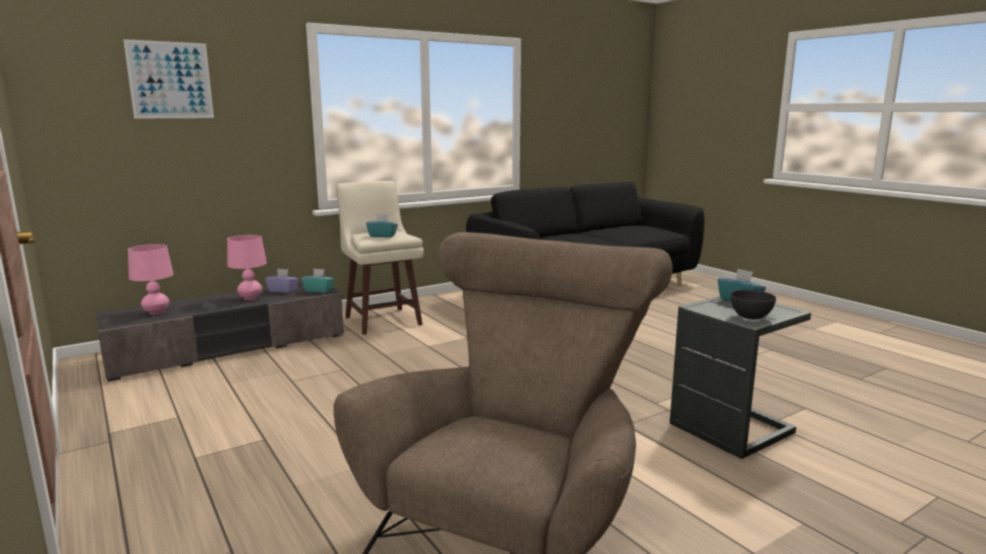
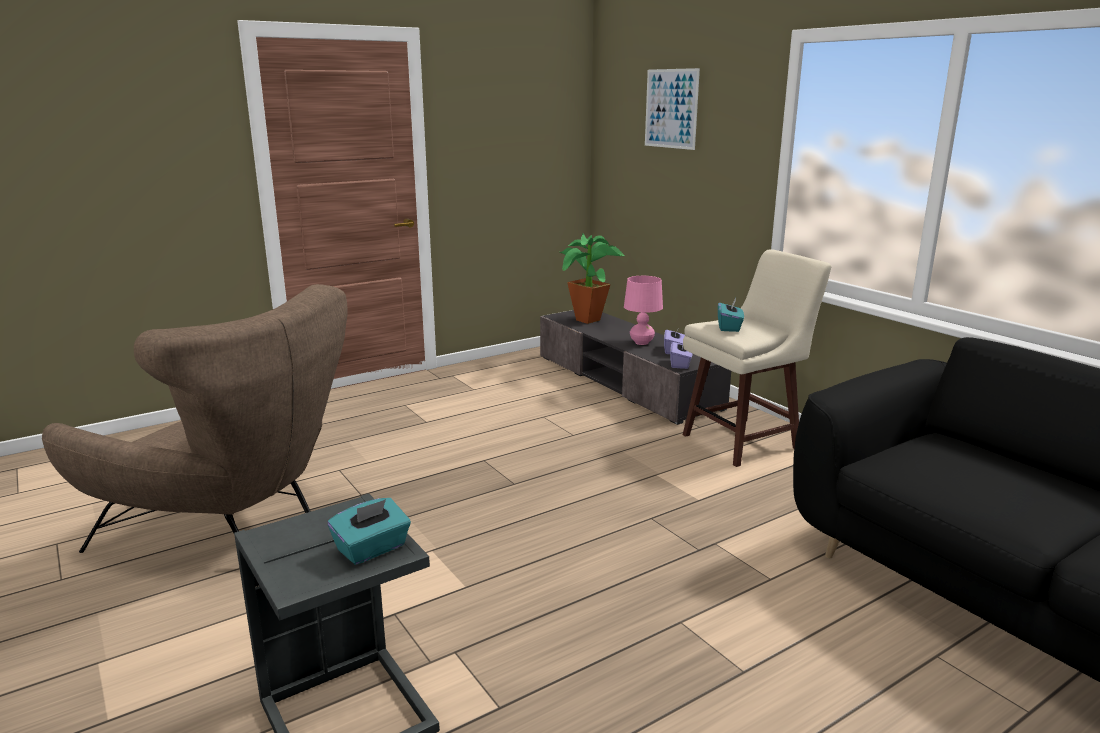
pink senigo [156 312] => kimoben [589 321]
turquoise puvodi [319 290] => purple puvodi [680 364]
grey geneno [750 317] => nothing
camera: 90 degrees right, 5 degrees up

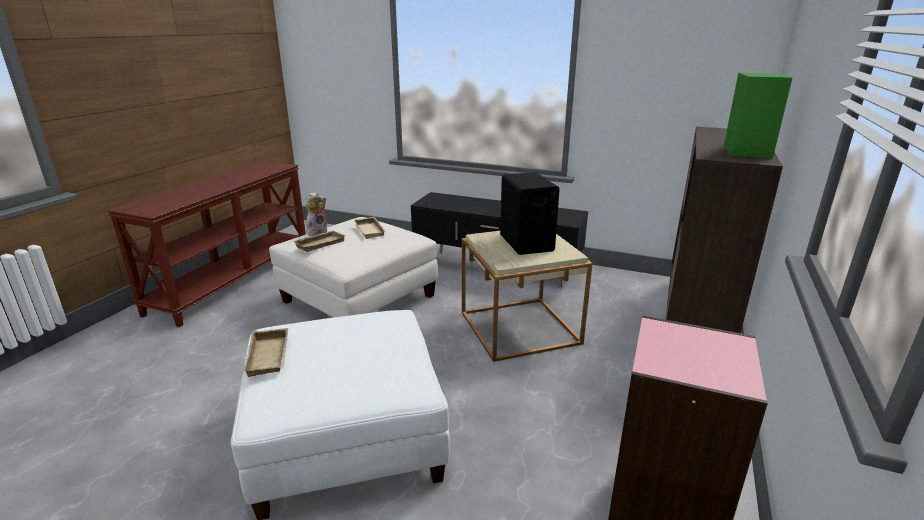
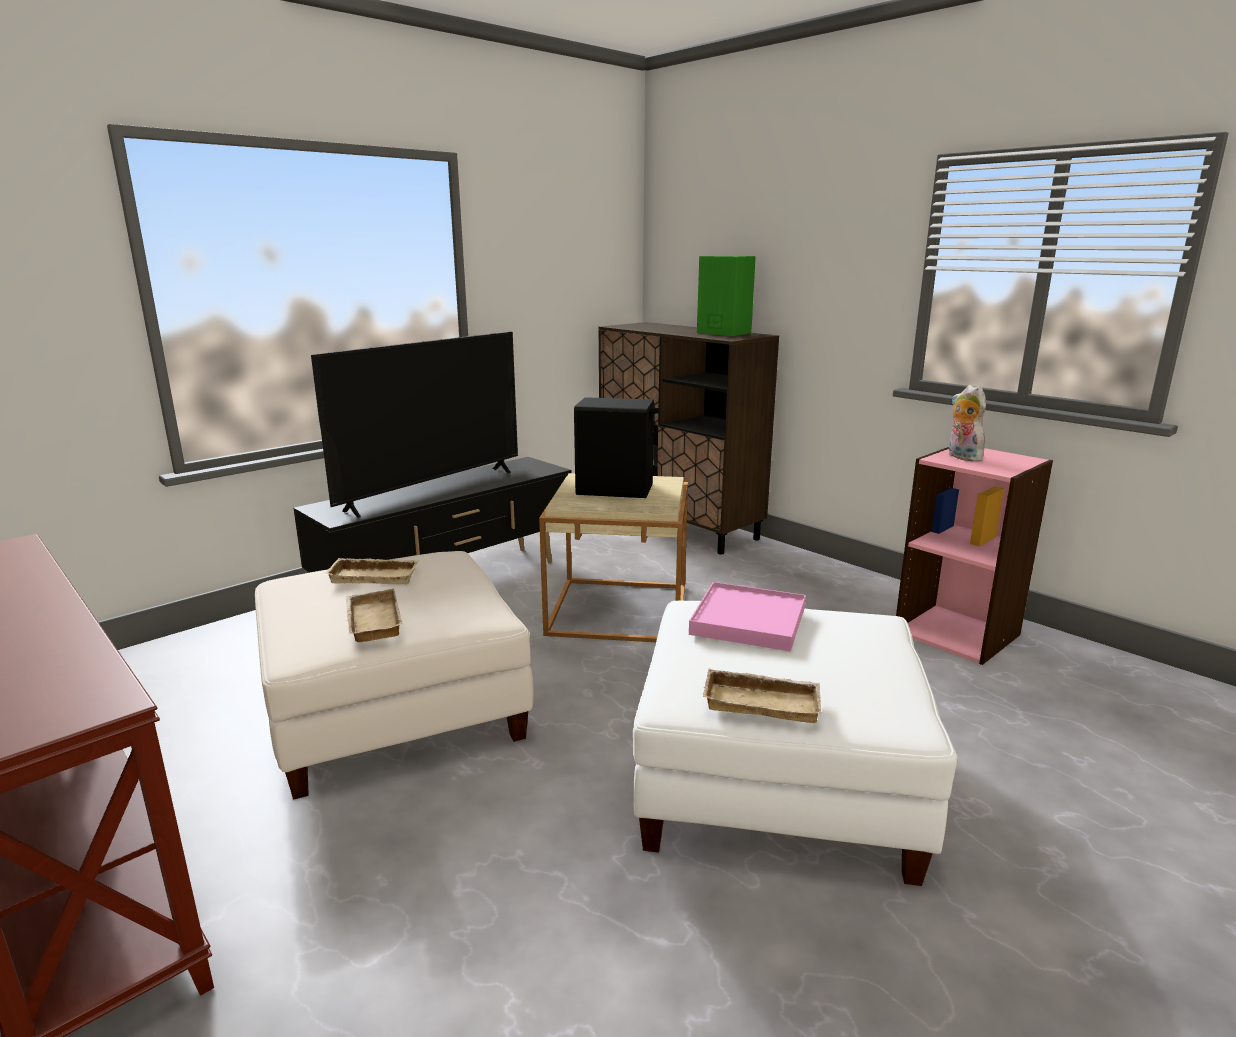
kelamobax [317 232] => kelamobax [961 457], move
nothing => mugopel [432 490]
nothing => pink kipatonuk [749 621]
camera: 65 degrees left, 5 degrees down

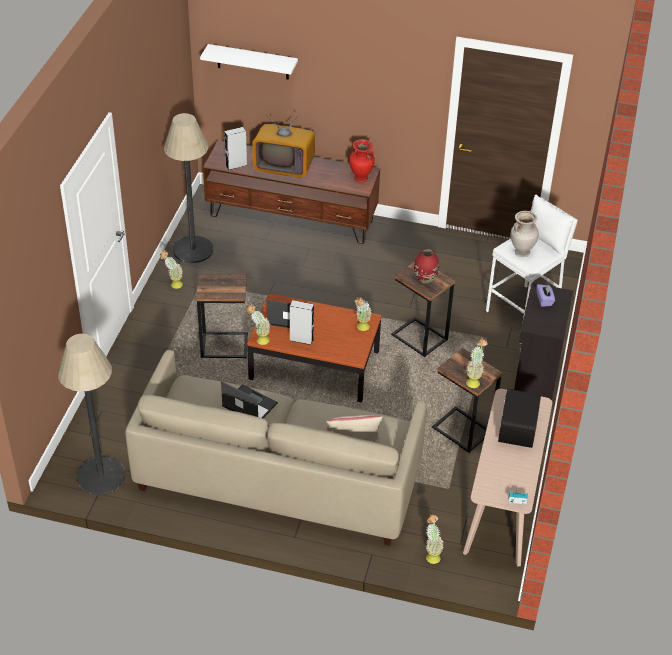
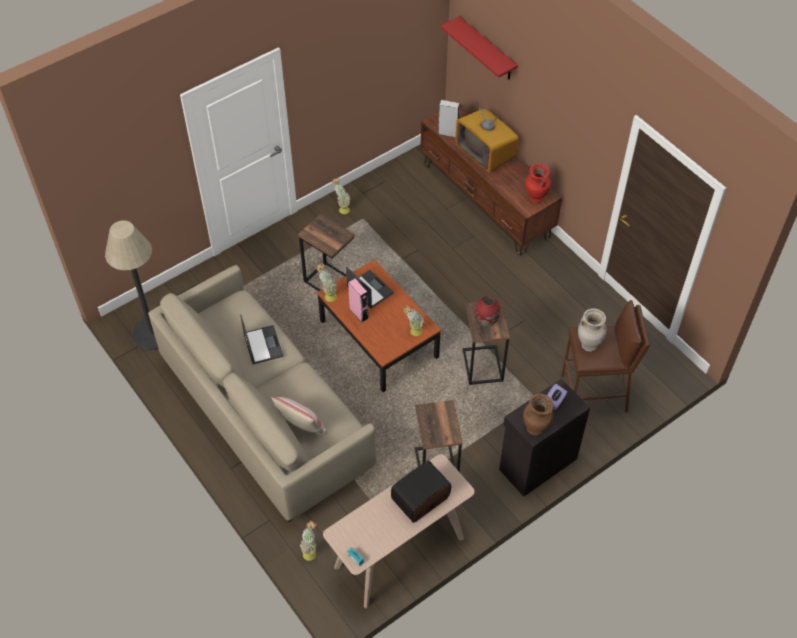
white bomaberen [253 62] => red bomaberen [487 49]
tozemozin [193 250] => nothing
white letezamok [523 310] => brown letezamok [594 394]
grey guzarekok [301 339] => pink guzarekok [359 314]
kimoben [474 380] => nothing
nothing => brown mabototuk [535 429]
camera: 40 degrees right, 10 degrees up

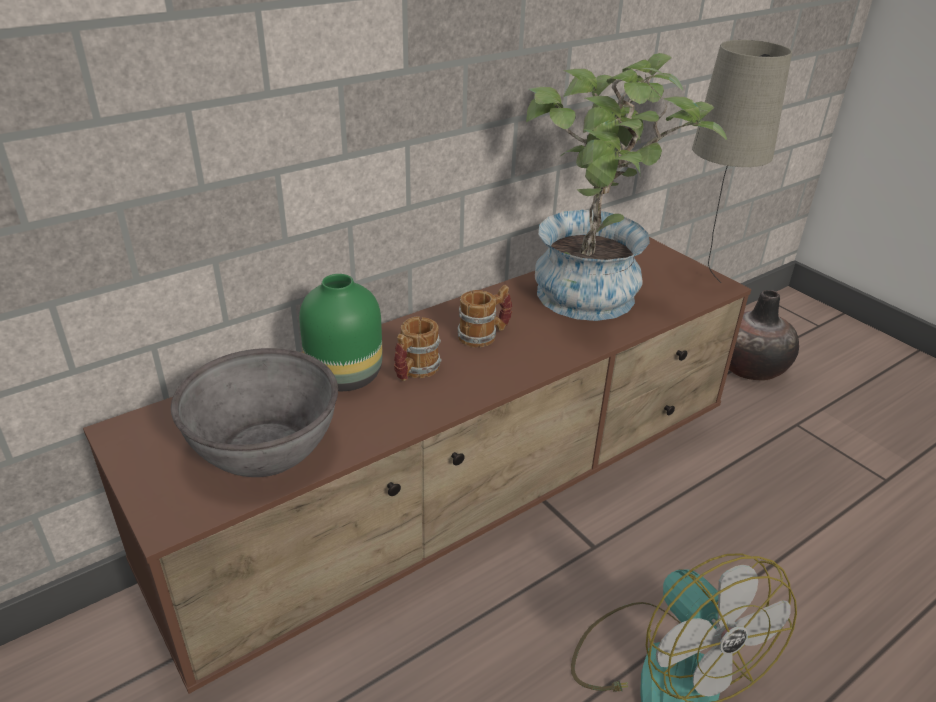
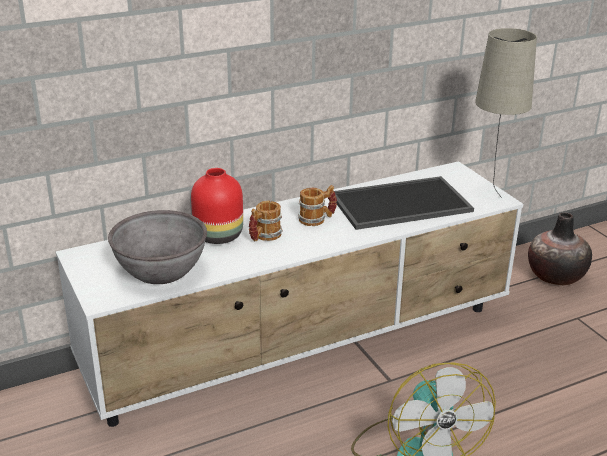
kimoben [591 302] => kipatonuk [400 204]
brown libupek [465 506] => white libupek [304 347]
green mabototuk [342 376] => red mabototuk [217 236]
camera: 10 degrees right, 5 degrees down

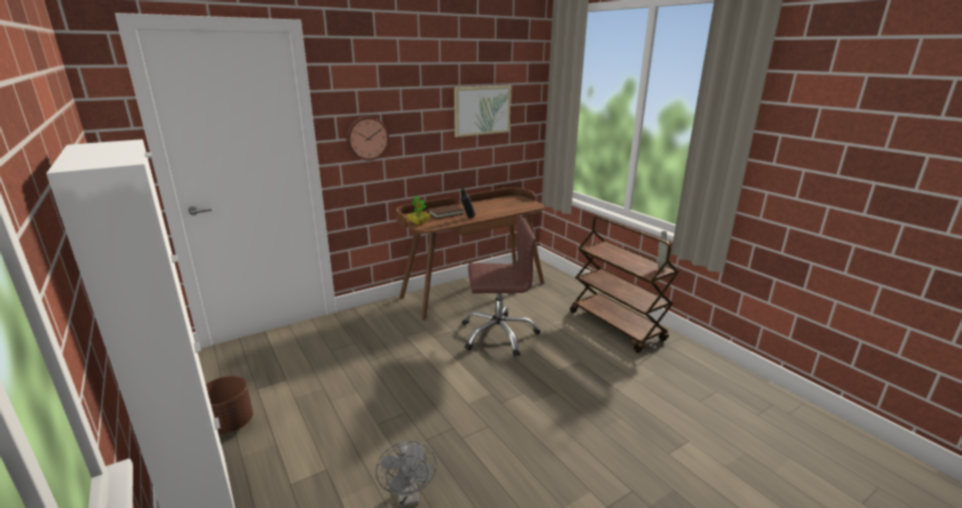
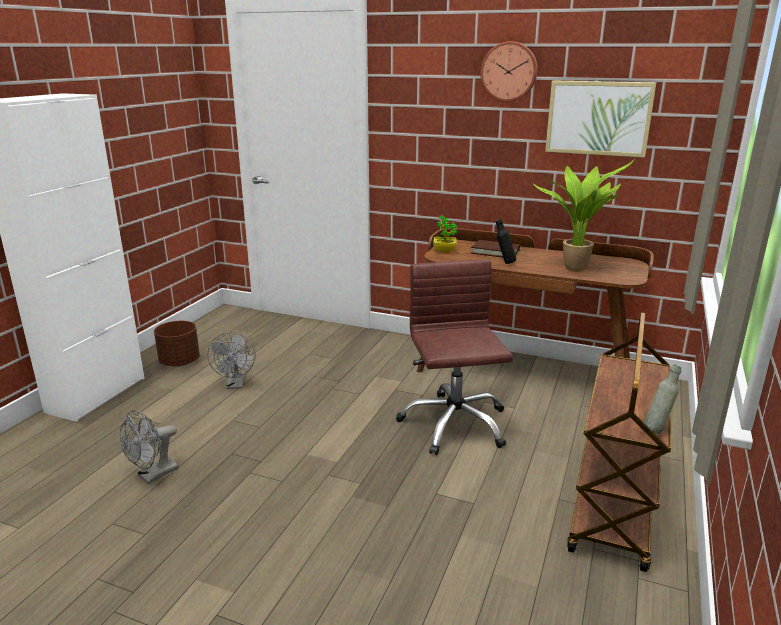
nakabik [367 138] => nakabik [509 71], move
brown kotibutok [498 334] => brown kotibutok [453 424], 150 degrees counterclockwise
nothing => kimoben [576 268]
nothing => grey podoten [236 385]
camera: 55 degrees right, 0 degrees up

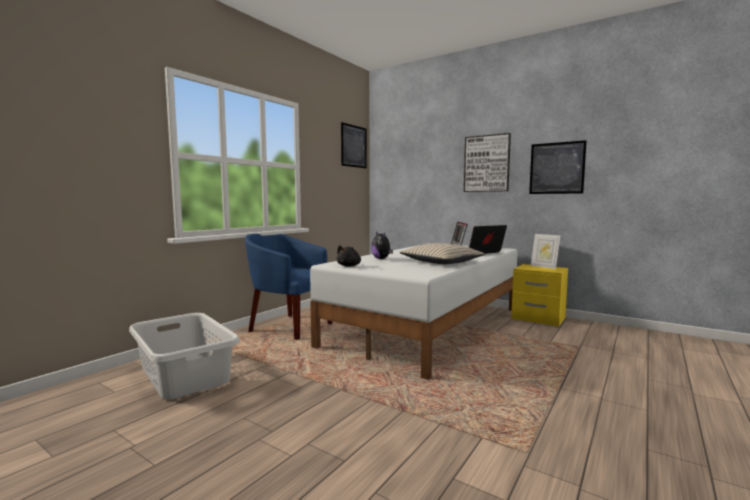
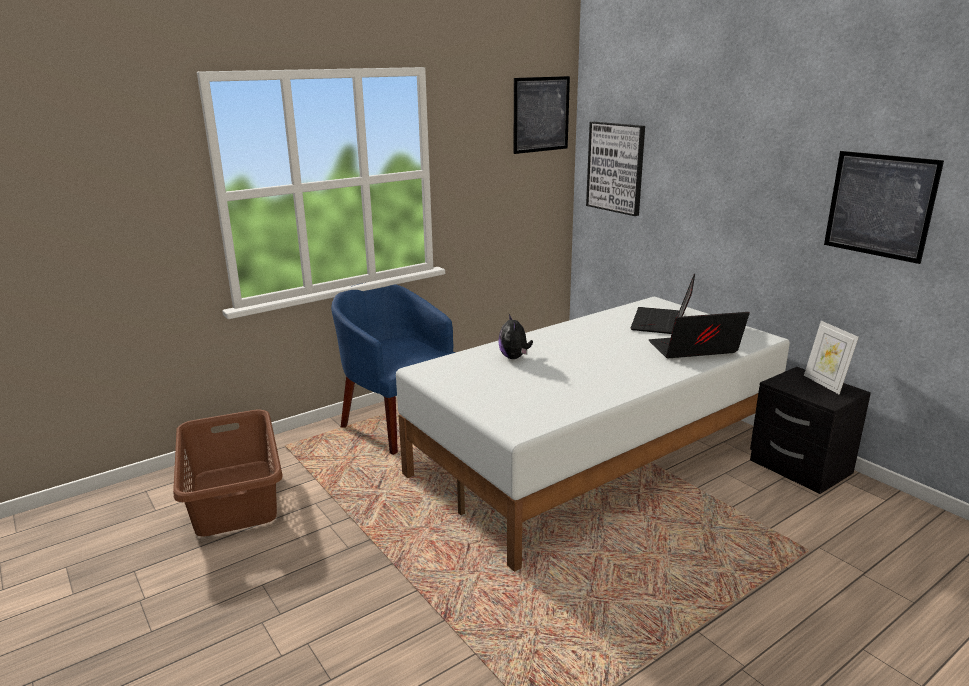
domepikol [487 163] => domepikol [616 167], move
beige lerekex [441 262] => nothing
black kelamobax [349 266] => nothing
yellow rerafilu [538 318] => black rerafilu [799 467]
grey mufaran [185 374] => brown mufaran [235 496]
camera: 20 degrees right, 15 degrees up

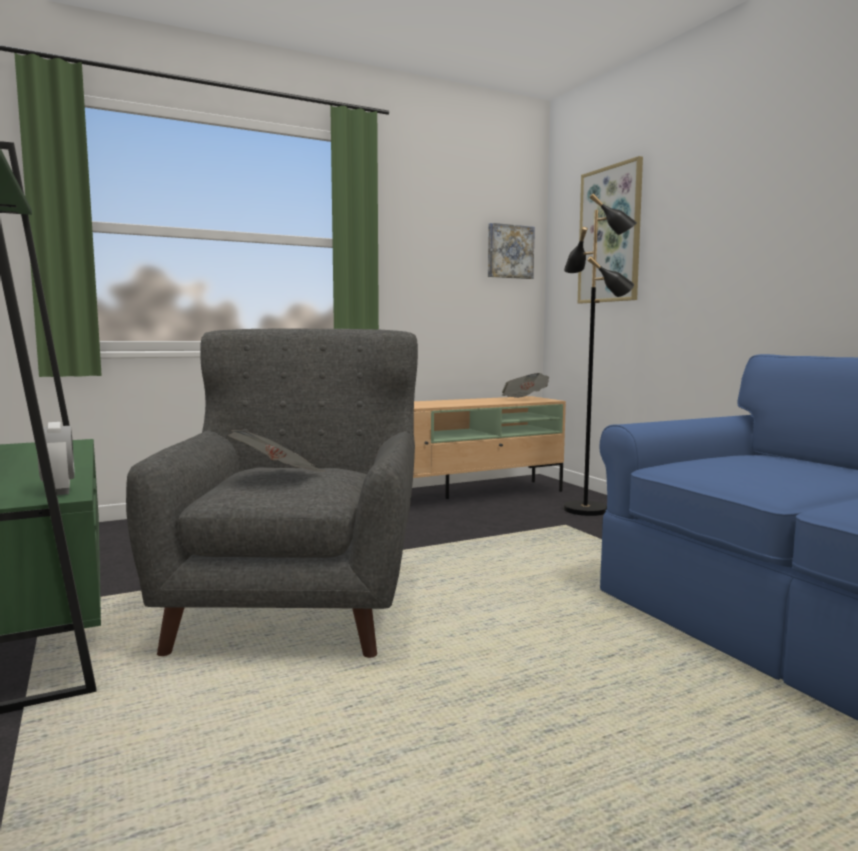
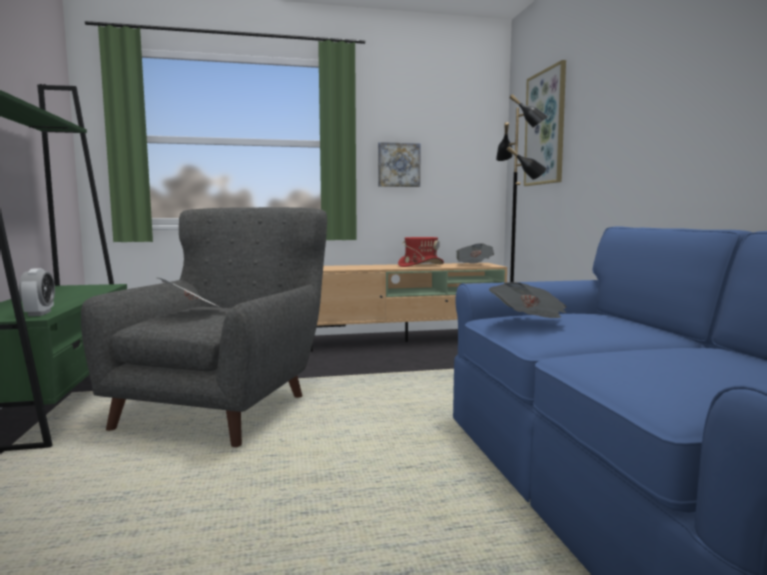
domepikol [509 252] => domepikol [398 165], move
nothing => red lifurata [420 265]
nothing => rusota [529 322]
camera: 15 degrees right, 0 degrees up

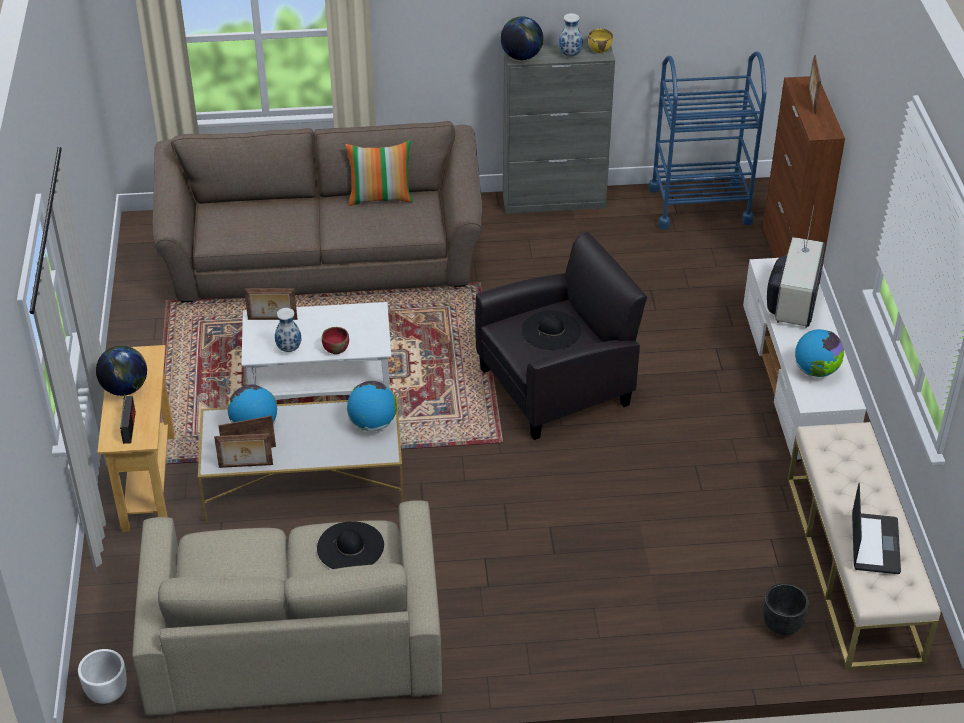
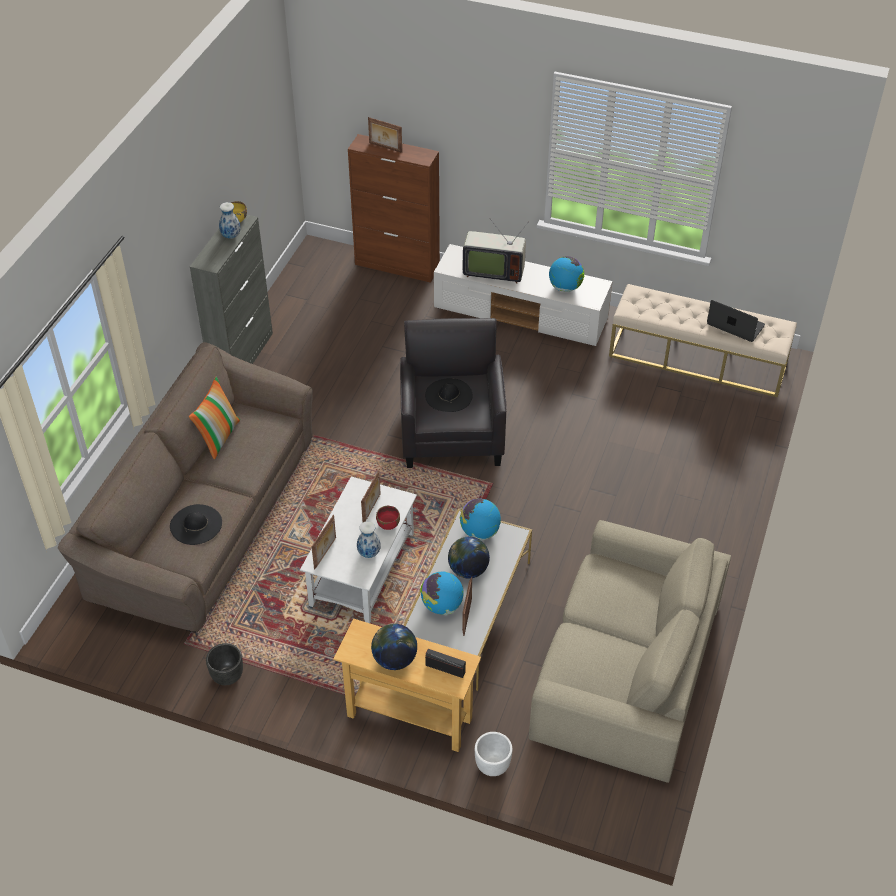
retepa [521 57] => retepa [468 570], move
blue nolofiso [699 205] => nothing
mugopel [792 303] => mugopel [493 271], 150 degrees clockwise
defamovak [246 466] => defamovak [372 509], move
black lifurata [350 547] => black lifurata [196 524], move
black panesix [782 625] => black panesix [227 675], move
white panesix [107 692] => white panesix [492 765], move
camera: 65 degrees left, 5 degrees up

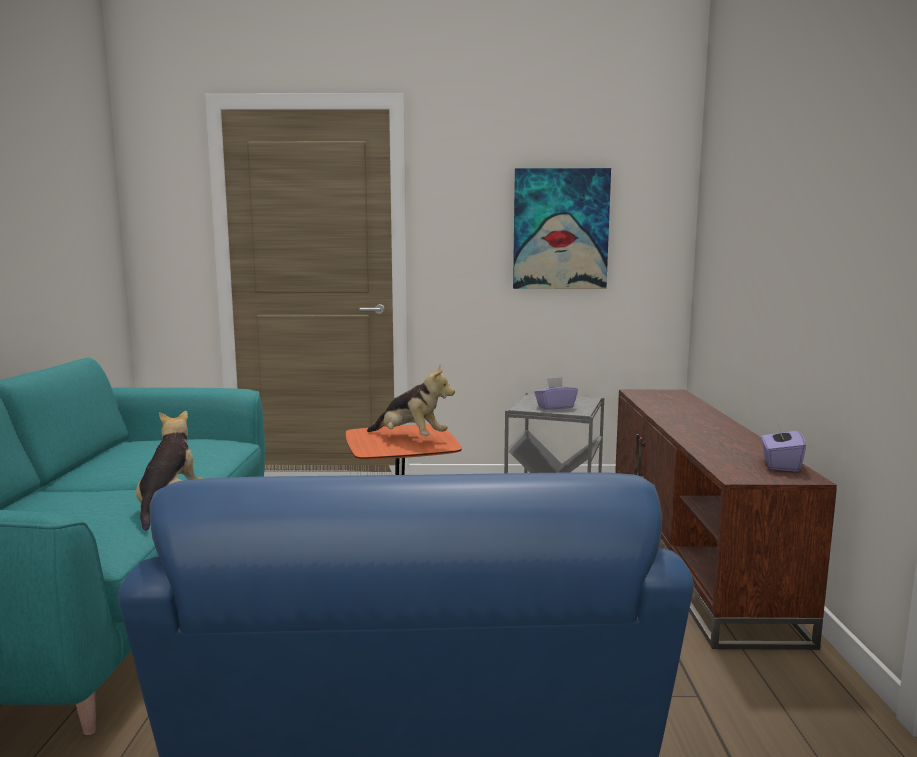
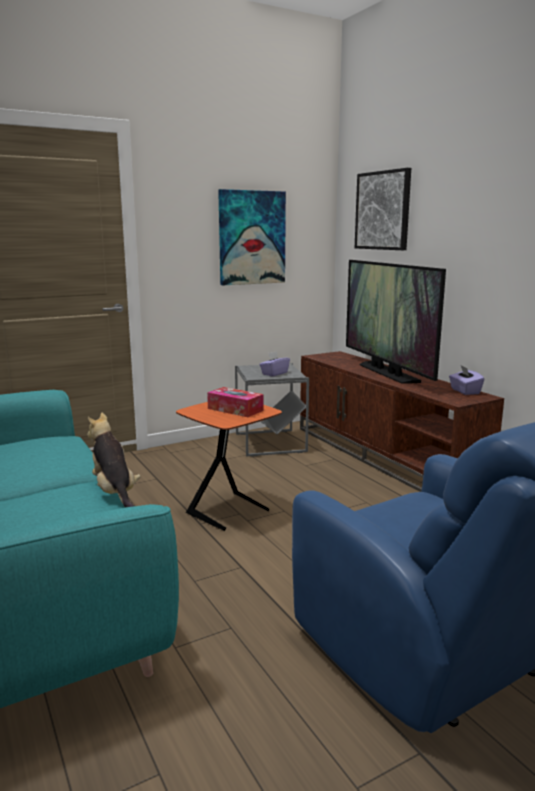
kelamobax [410 438] => puvodi [235 409]
nothing => domepikol [383 210]
nothing => mugopel [387 373]
camera: 30 degrees left, 5 degrees up

